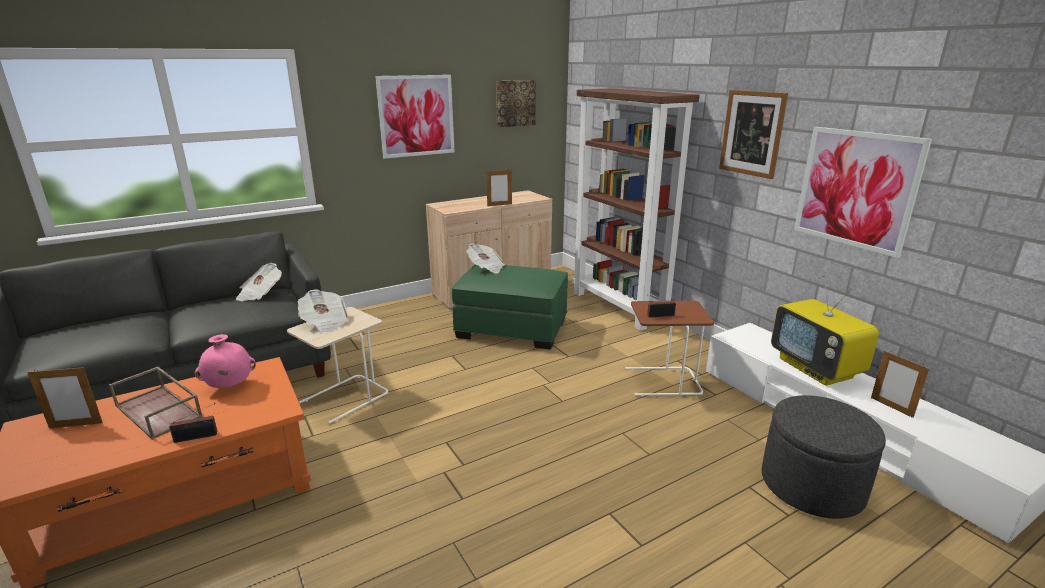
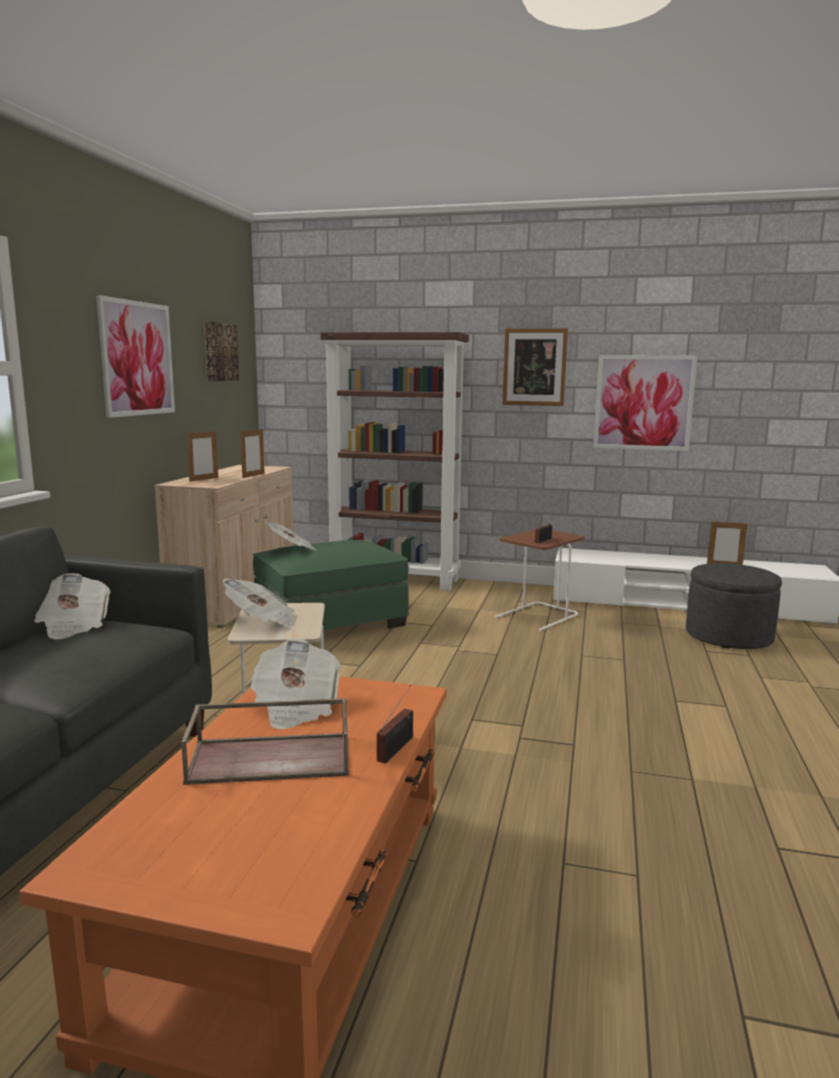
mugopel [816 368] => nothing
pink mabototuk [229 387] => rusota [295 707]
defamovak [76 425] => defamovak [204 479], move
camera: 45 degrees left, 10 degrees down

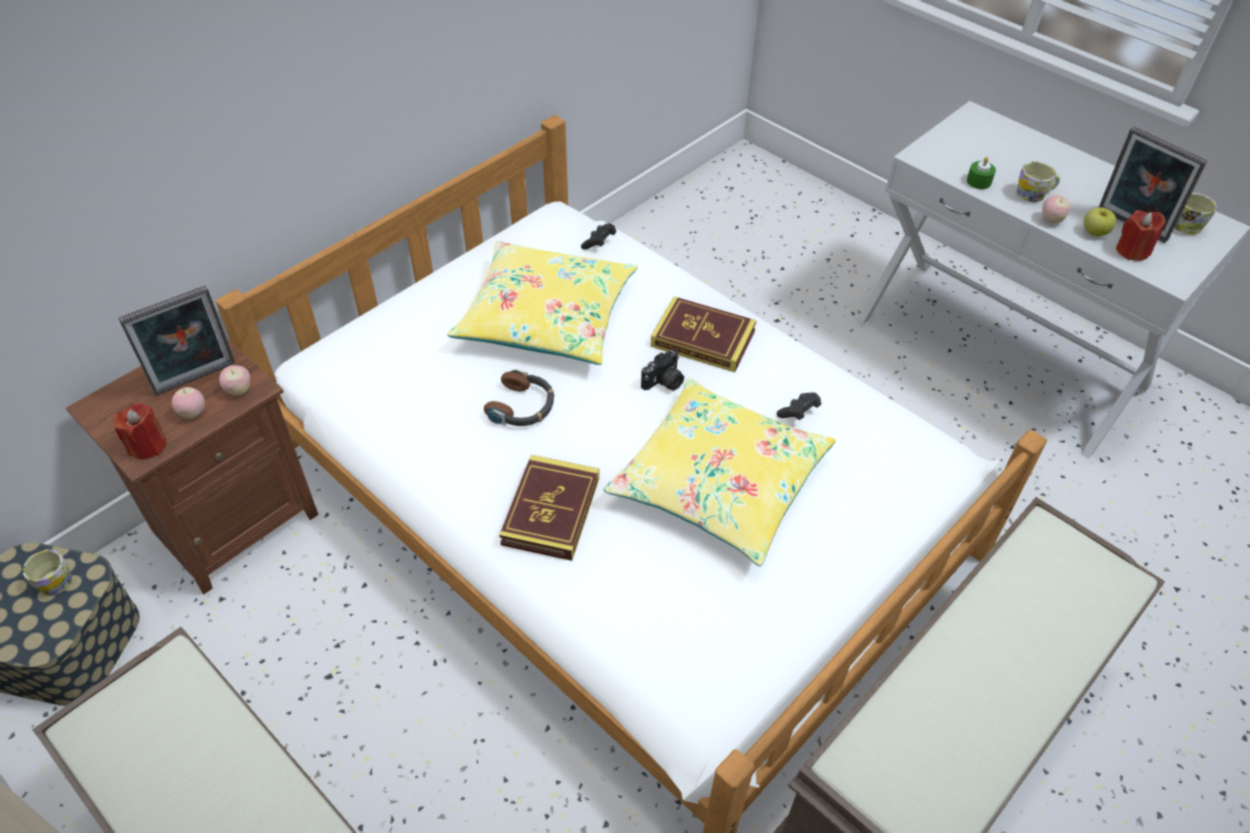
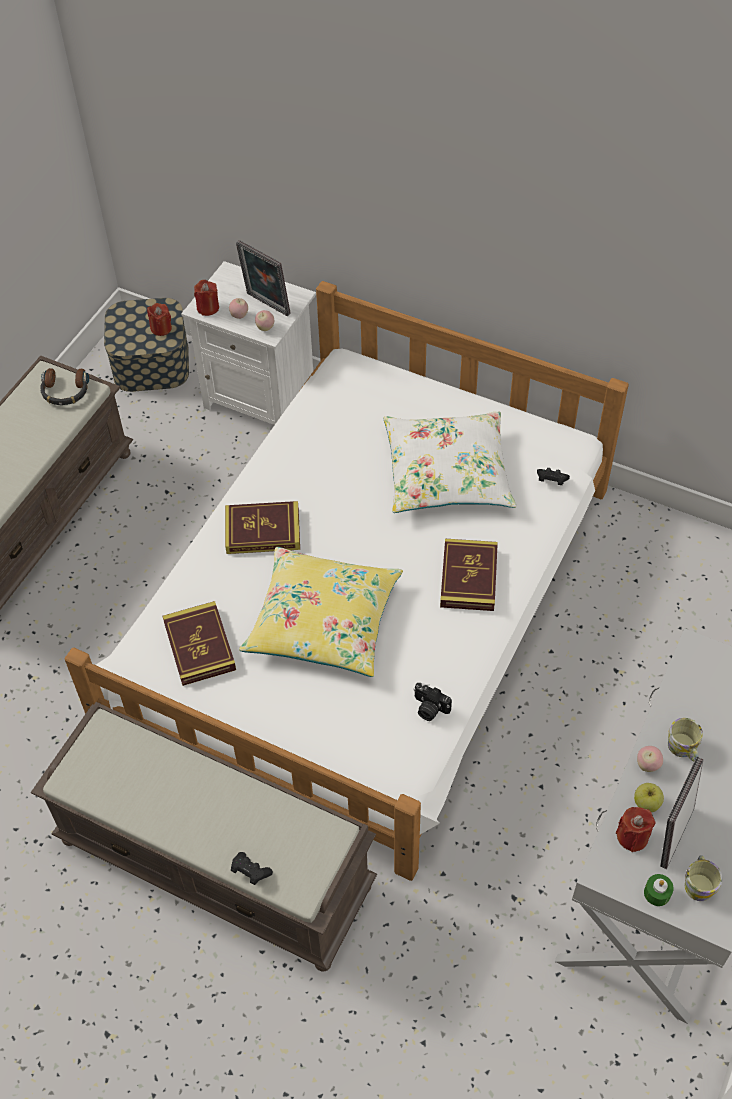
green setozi [978 181] => green setozi [657 893], move
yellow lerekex [546 317] => white lerekex [447 473]
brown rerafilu [233 522] => white rerafilu [261 397]
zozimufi [664 382] => zozimufi [429 708], move
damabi [522 406] => damabi [65 391], move
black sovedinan [798 412] => black sovedinan [250 871], move
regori [55 578] => red setozi [161 328]
nothing => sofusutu [199 646]
camera: 75 degrees right, 5 degrees up

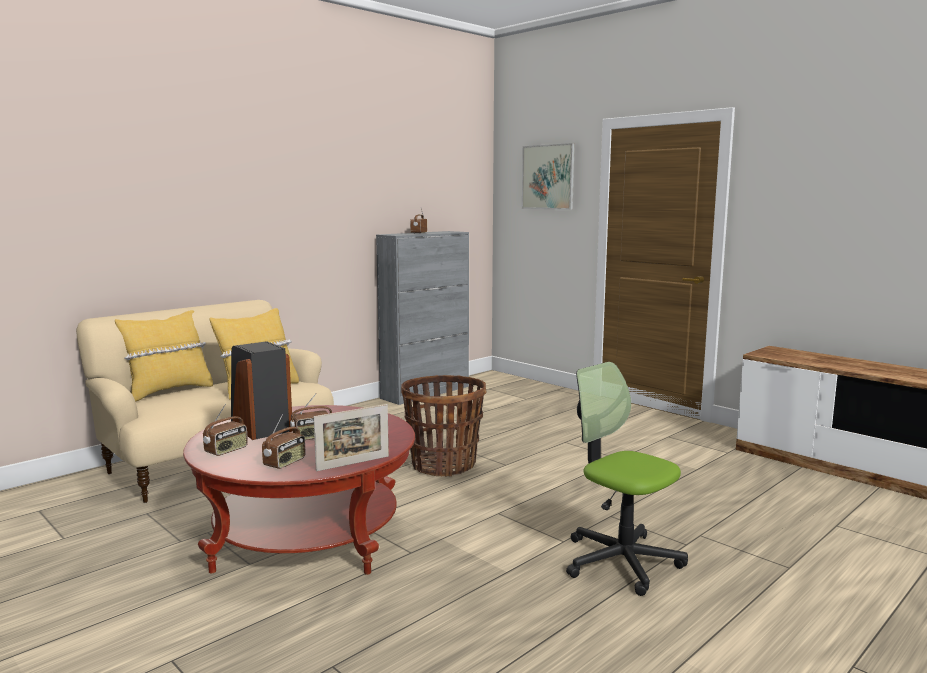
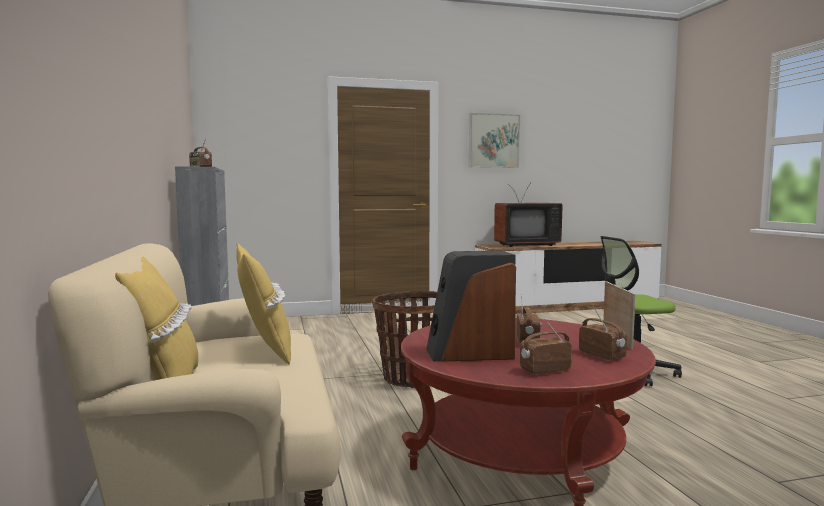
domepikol [548 177] => domepikol [494 141], move
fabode [226 450] => fabode [544 370], 90 degrees counterclockwise
nothing => mugopel [524 245]
camera: 60 degrees left, 5 degrees down

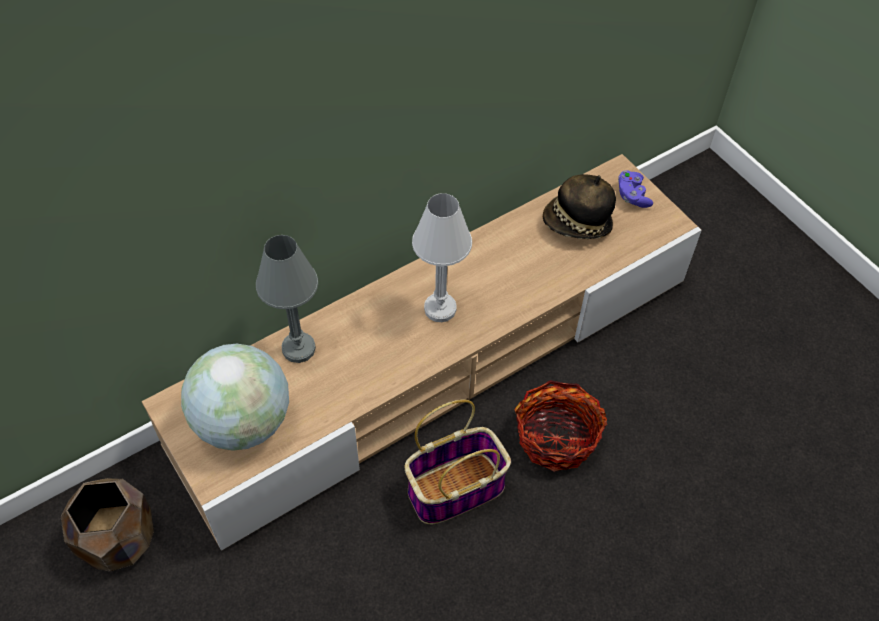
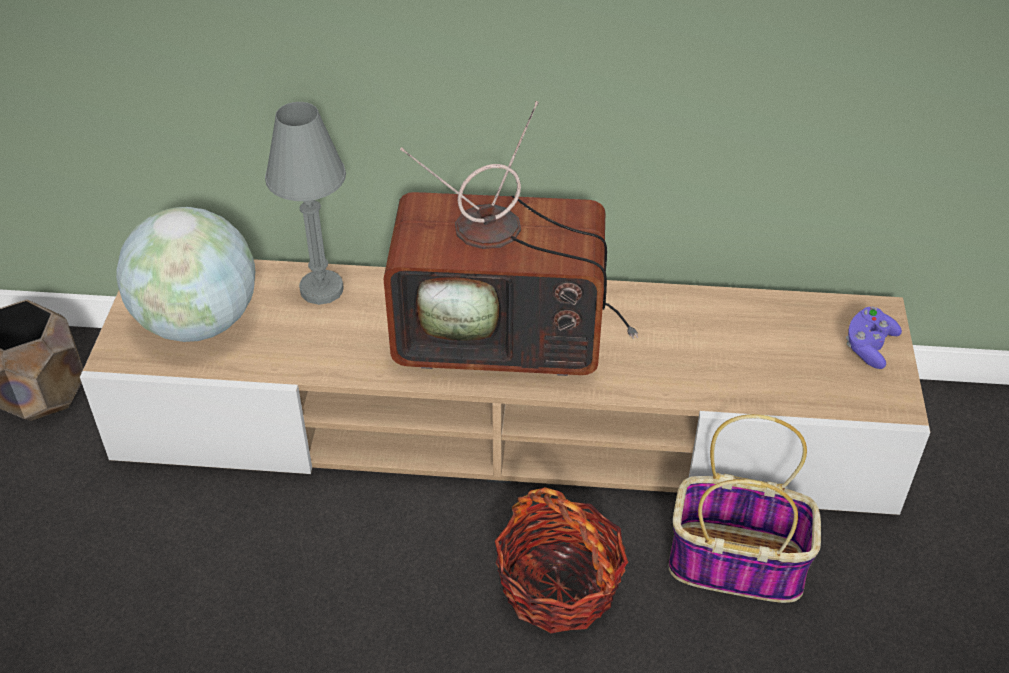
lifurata [577 224] => nothing
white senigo [440 309] => mugopel [506 335]
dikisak [456 488] => dikisak [738 563], move
camera: 40 degrees right, 10 degrees down

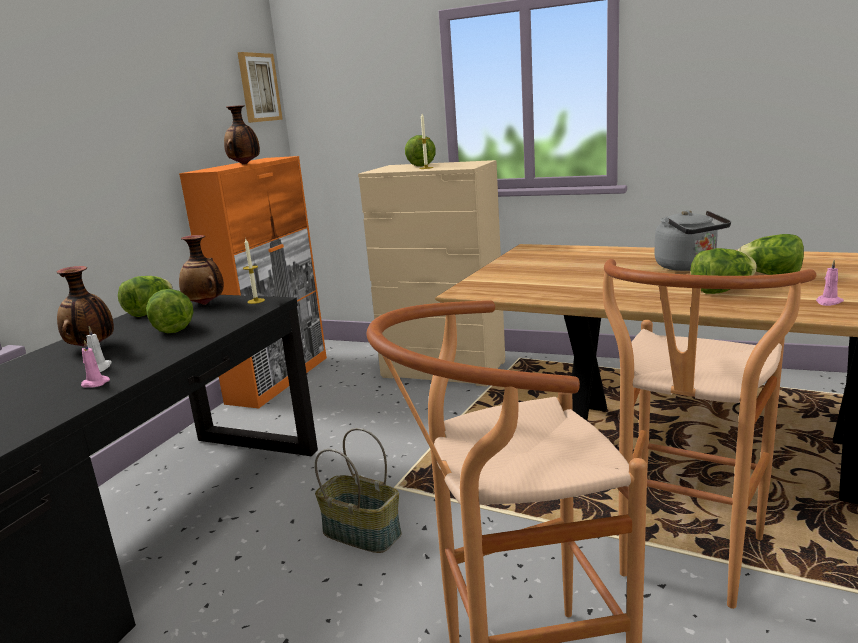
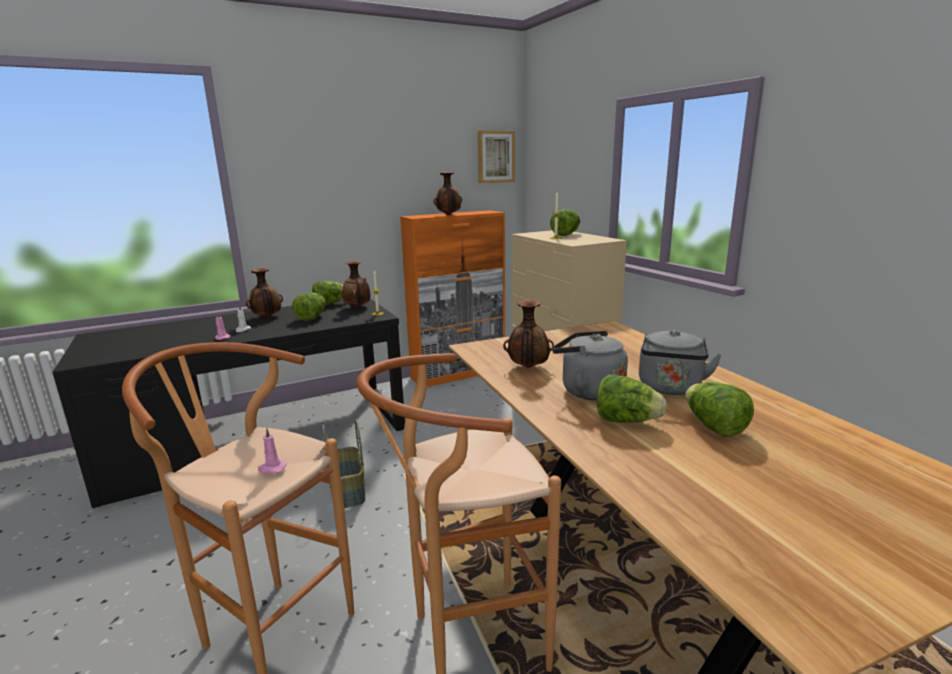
pink setozi [828 302] => pink setozi [271 468], move
nothing => mabototuk [528 367]
nothing => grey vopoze [588 391]
camera: 40 degrees right, 0 degrees up

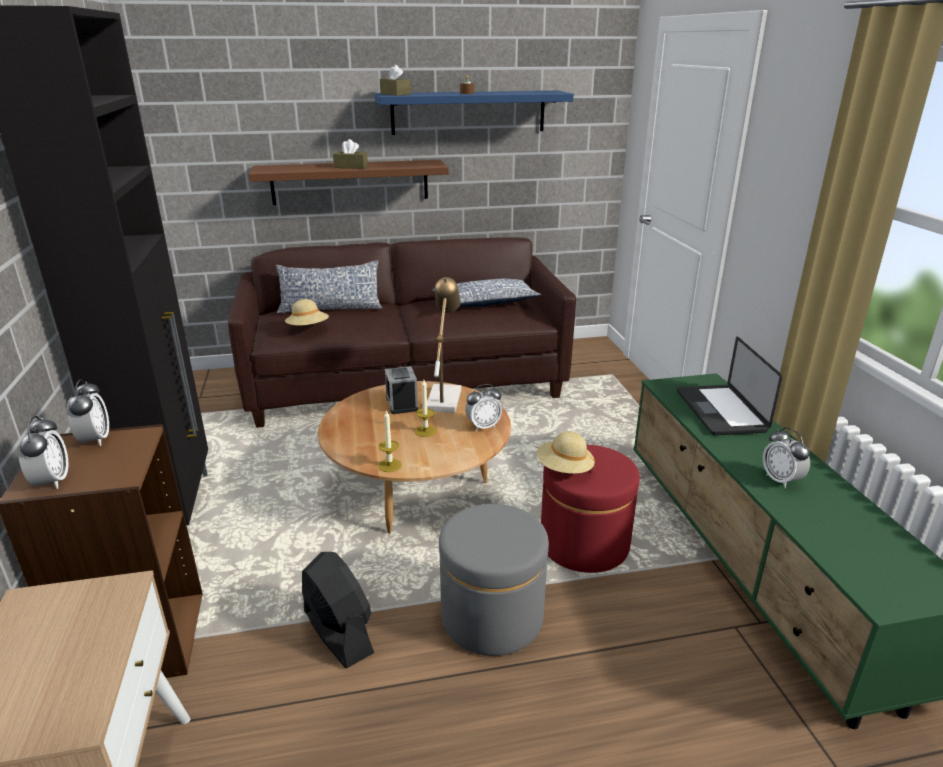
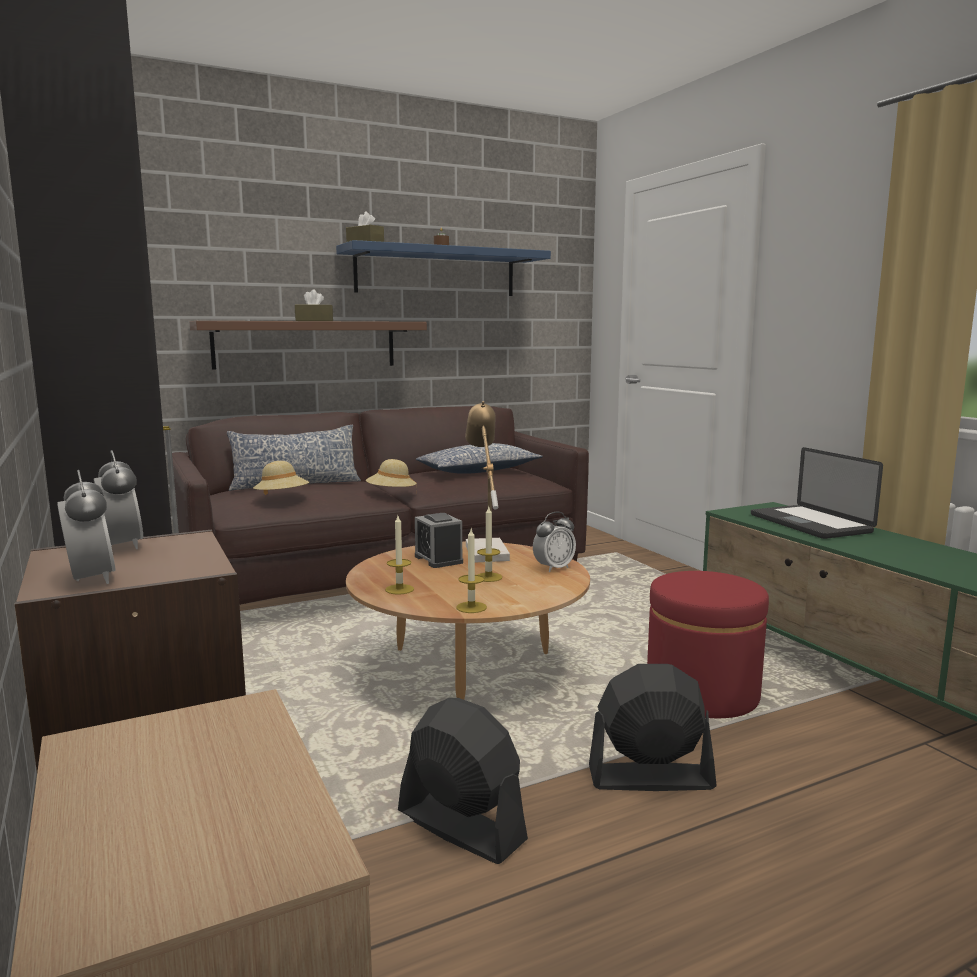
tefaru [781 480] => nothing
beige lifurata [564 469] => beige lifurata [391 494], move
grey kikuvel [492 617] => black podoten [650 777]
nothing => setozi [399 589]
camera: 15 degrees left, 15 degrees down

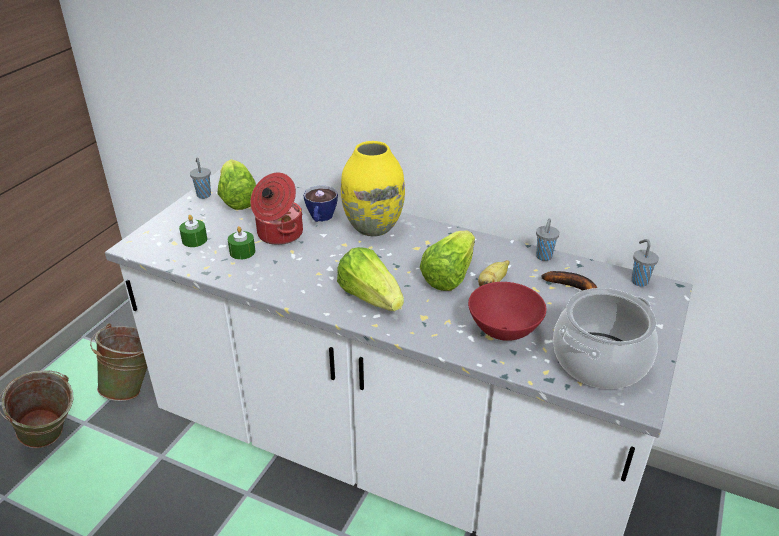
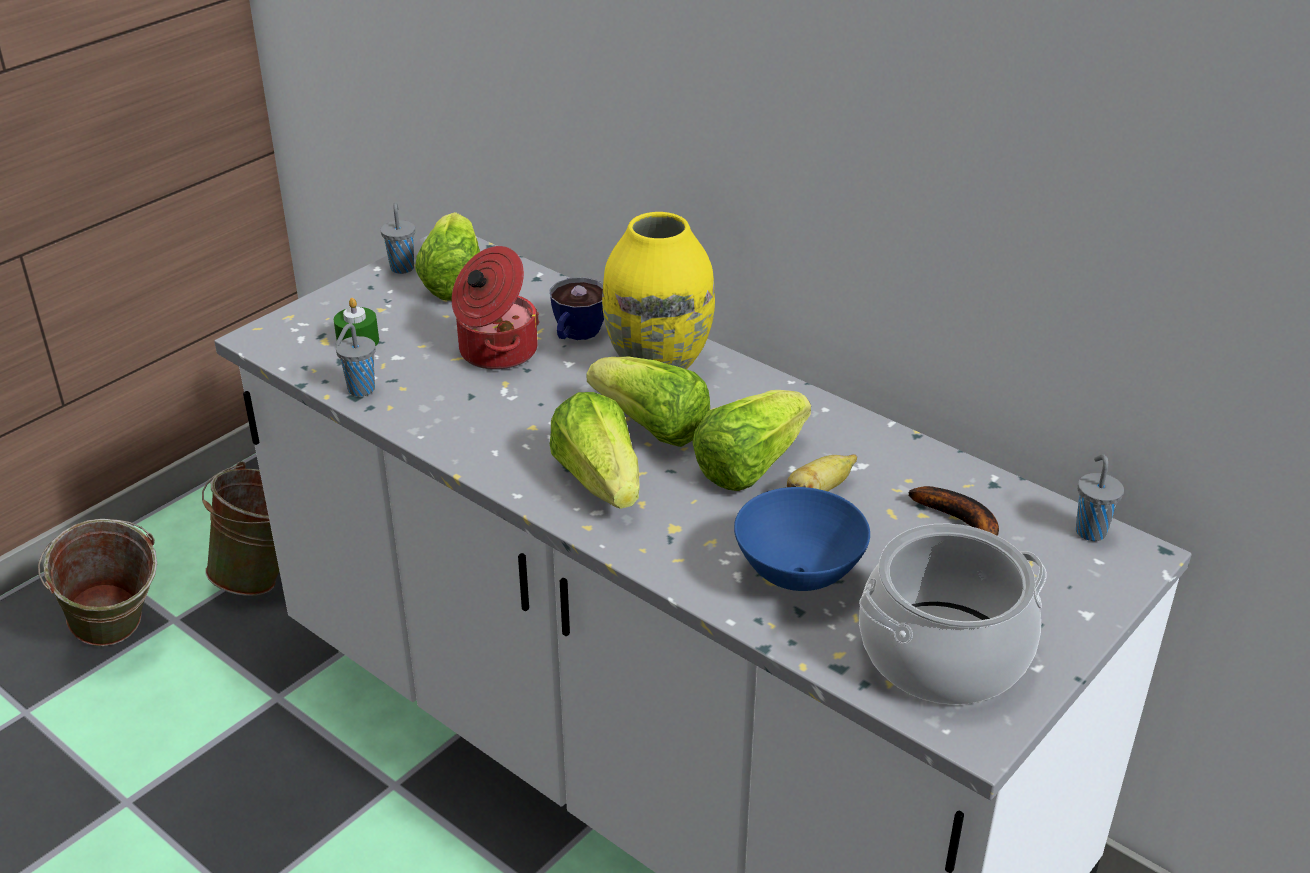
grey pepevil [543 257] => grey pepevil [360 390], move
green setozi [242 252] => nothing
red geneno [504 332] => blue geneno [798 577]
nothing => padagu [651 428]
camera: 15 degrees right, 0 degrees up

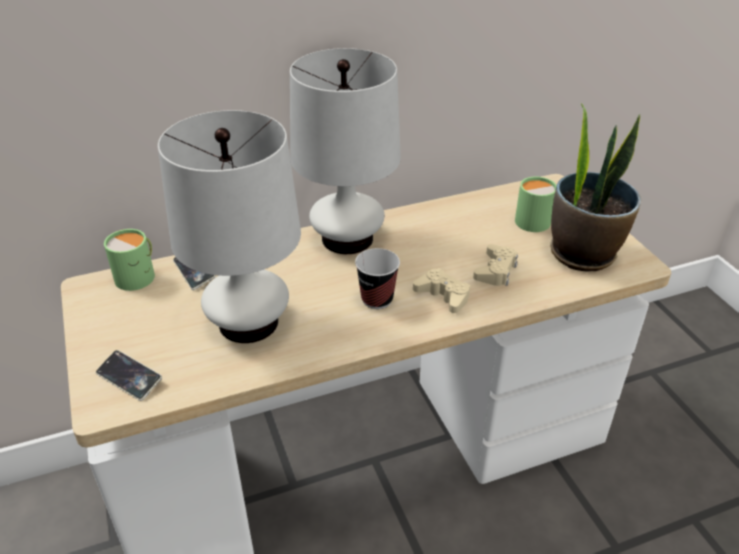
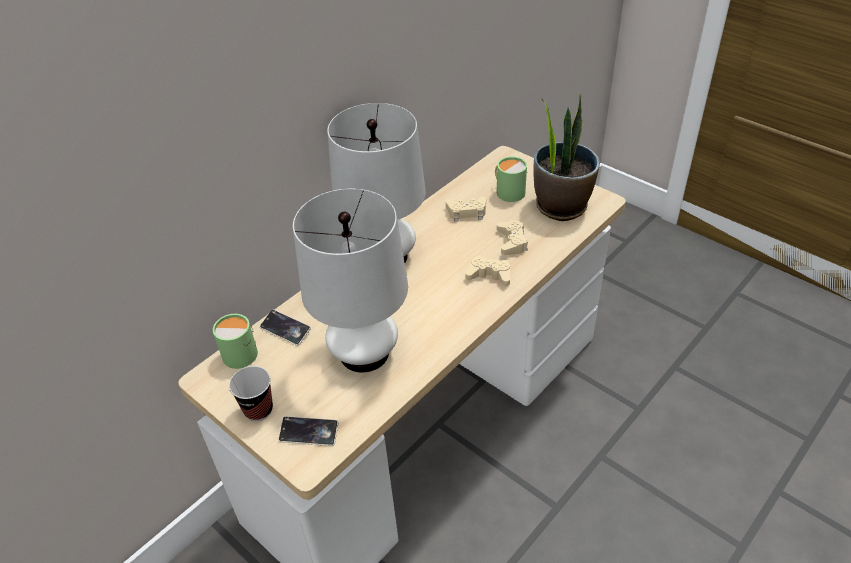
pepevil [377 299] => pepevil [258 409], move
nothing => beige sovedinan [467 212]
camera: 25 degrees left, 5 degrees up

